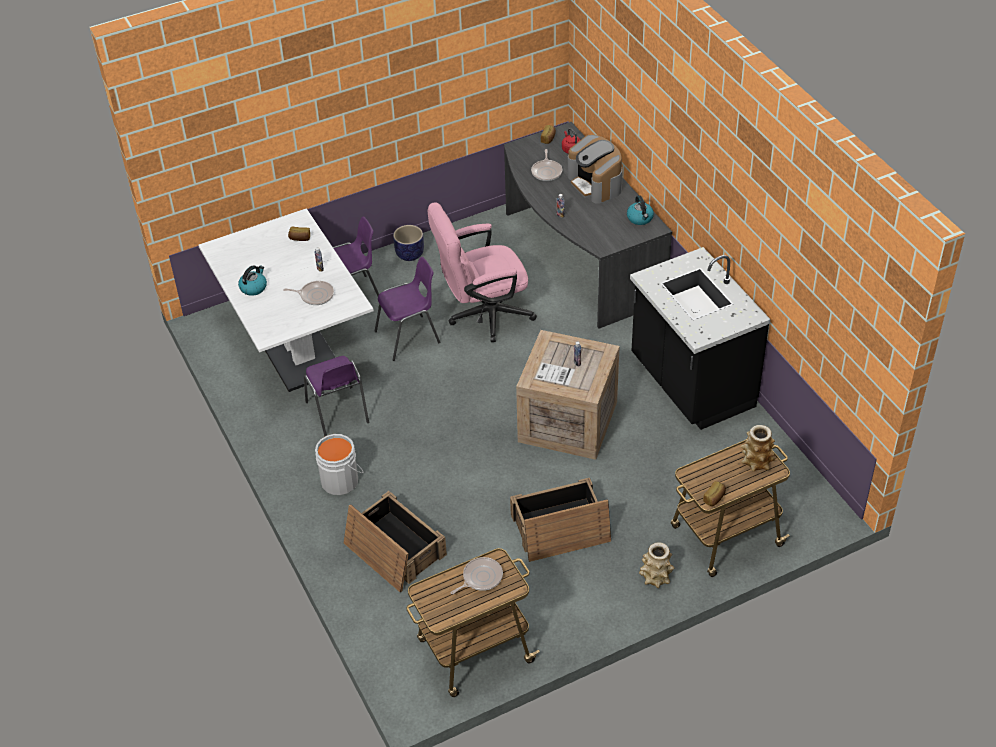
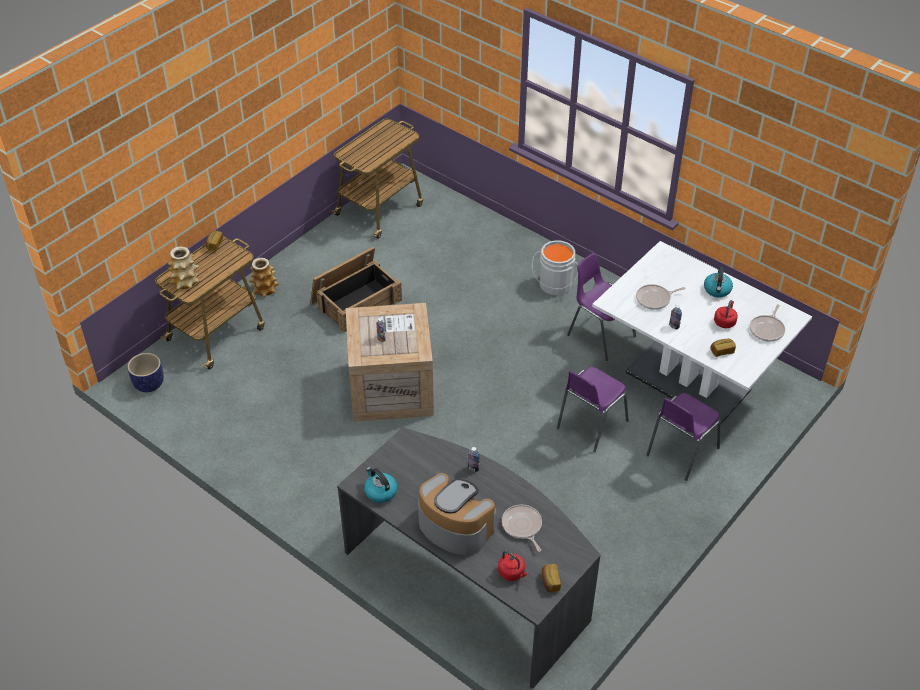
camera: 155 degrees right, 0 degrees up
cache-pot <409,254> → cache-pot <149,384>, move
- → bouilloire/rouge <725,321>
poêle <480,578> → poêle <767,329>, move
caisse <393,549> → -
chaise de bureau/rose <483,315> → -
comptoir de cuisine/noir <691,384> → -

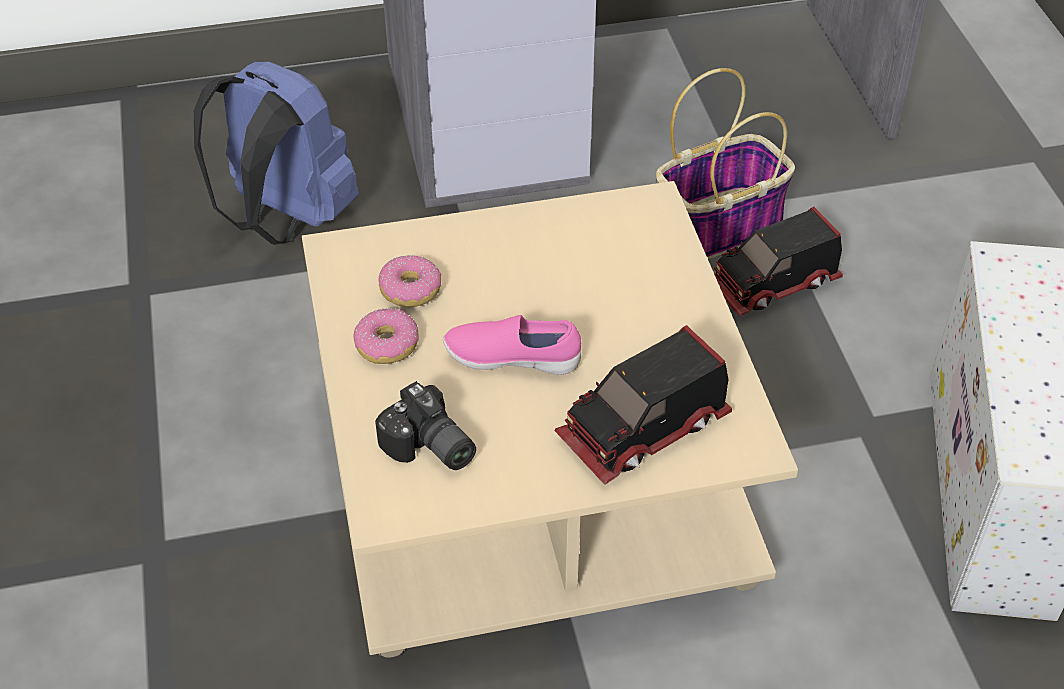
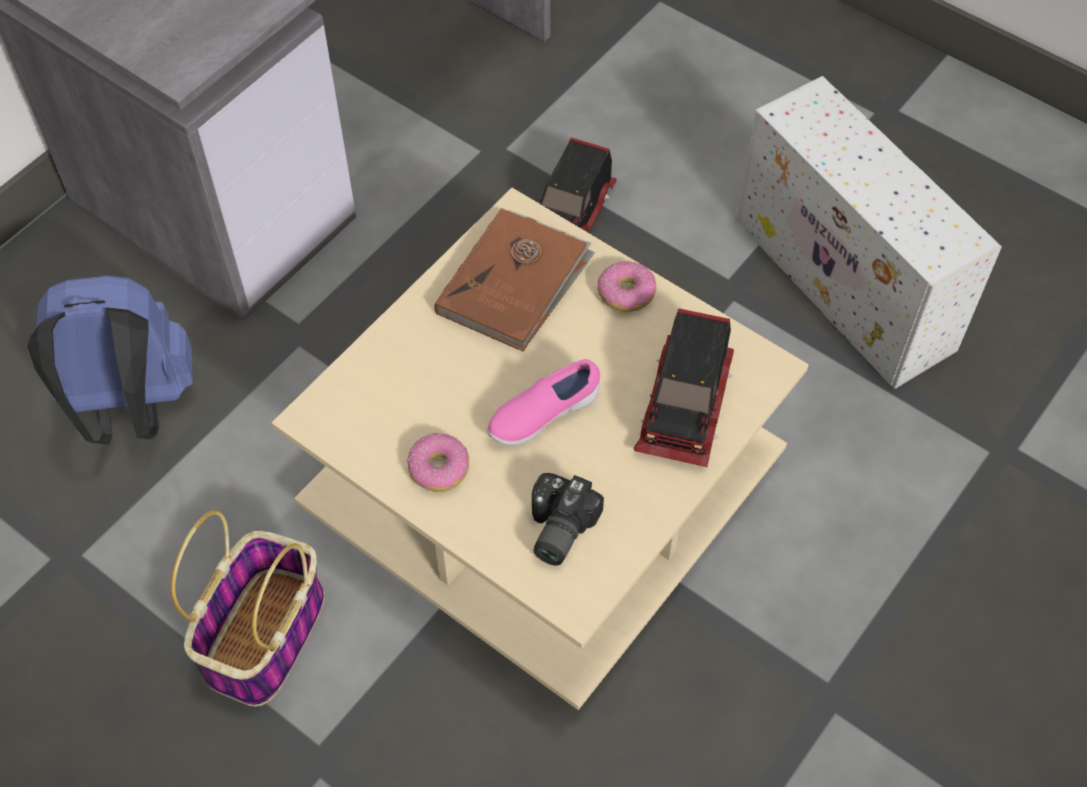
camera: 40 degrees left, 10 degrees up
panier <719,226> → panier <265,634>, move
- → livre/marron <515,283>
appareil photo <428,449> → appareil photo <556,529>, 105 degrees clockwise
beignet <411,289> → beignet <626,293>, move

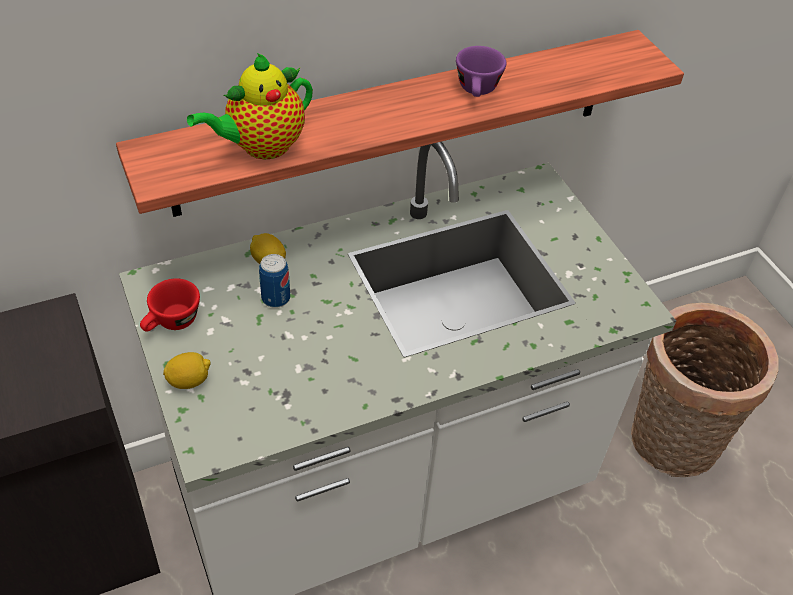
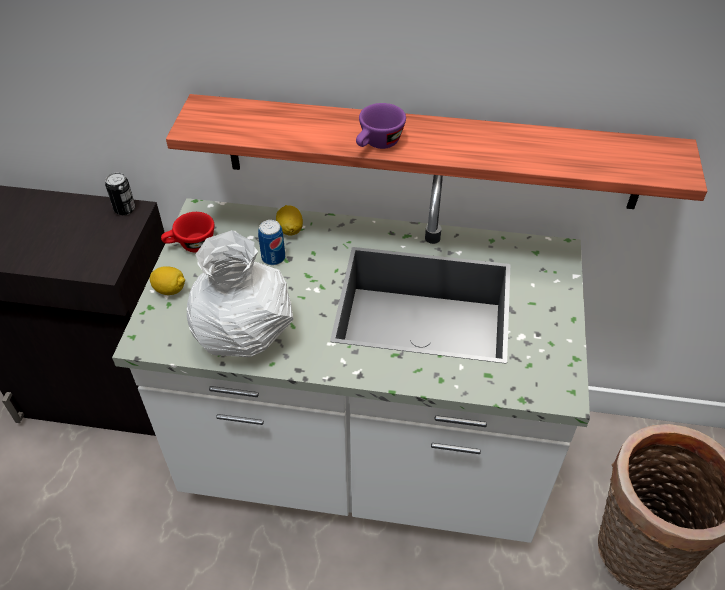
camera: 35 degrees right, 0 degrees up
- → boîte métallique <124,209>
- → vase/blanc <246,335>
tasse/violet <477,91> → tasse/violet <378,144>, move
théière <261,147> → -

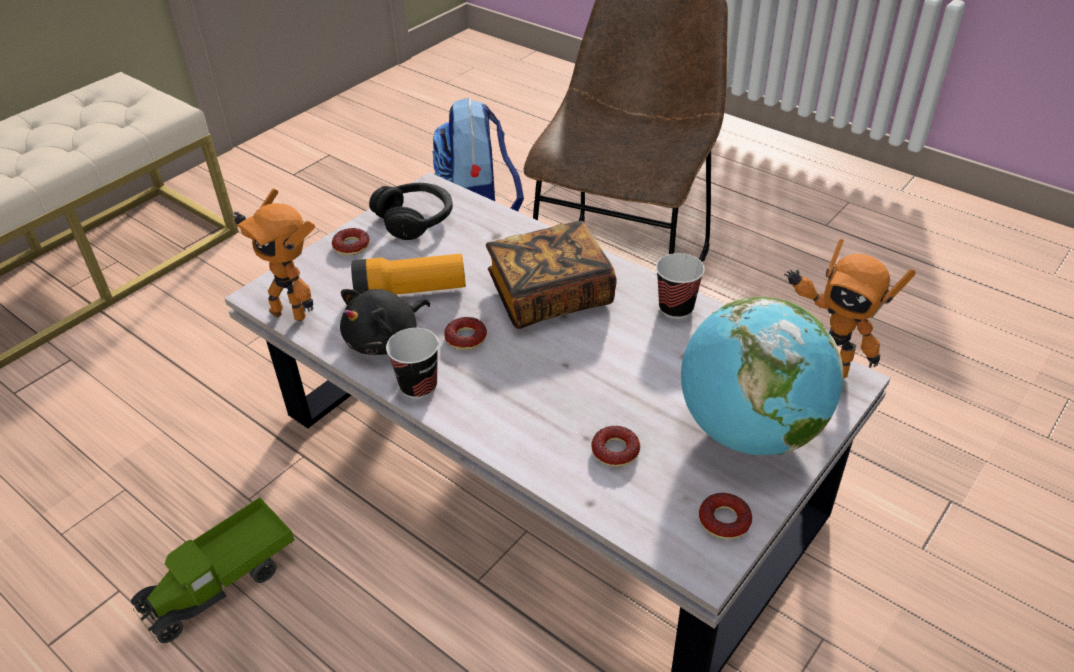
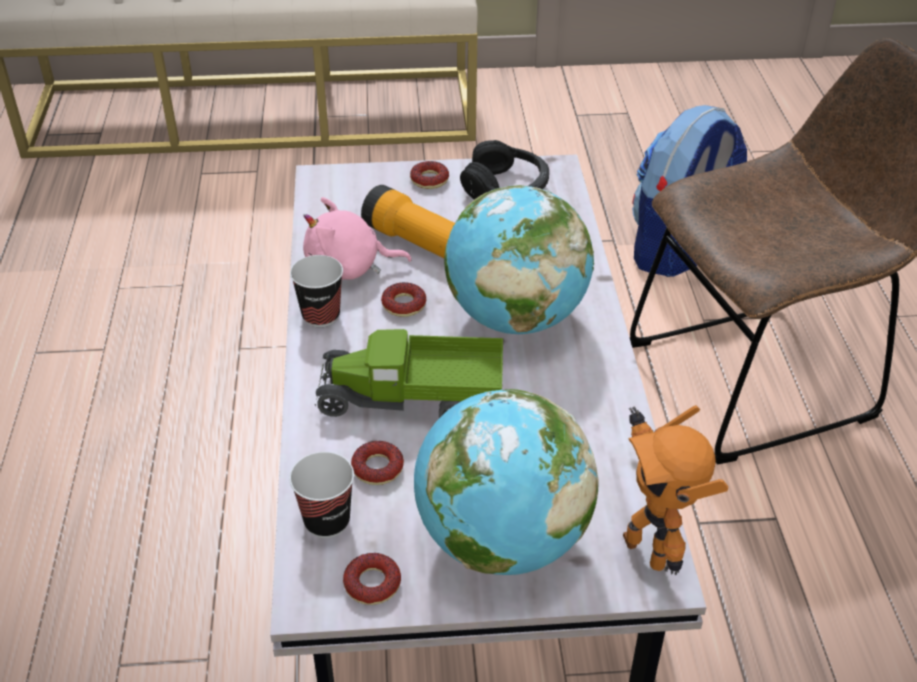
camera: 45 degrees right, 0 degrees up
tasse <676,308> → tasse <327,521>, move
peluche/noir <387,340> → peluche/rose <349,267>
camion jouet <221,583> → camion jouet <412,399>, move
livre <550,296> → globe <515,317>
robot jouet <291,312> → -

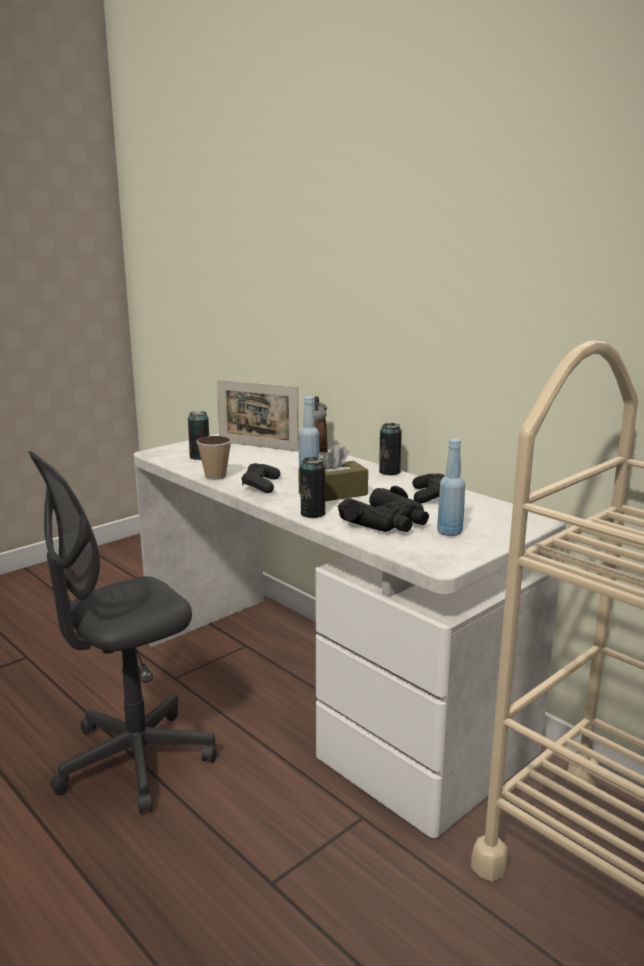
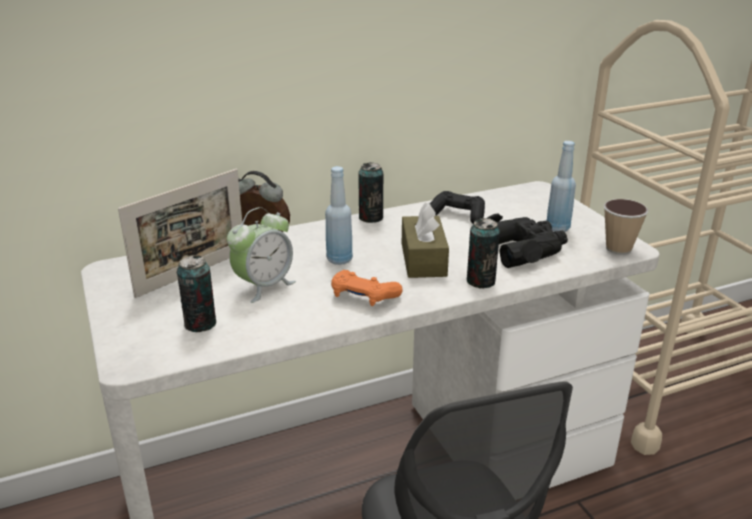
camera: 70 degrees left, 10 degrees up
- → réveil <264,286>
manette/noir <261,485> → manette/orange <363,296>
tasse <215,476> → tasse <618,249>, move

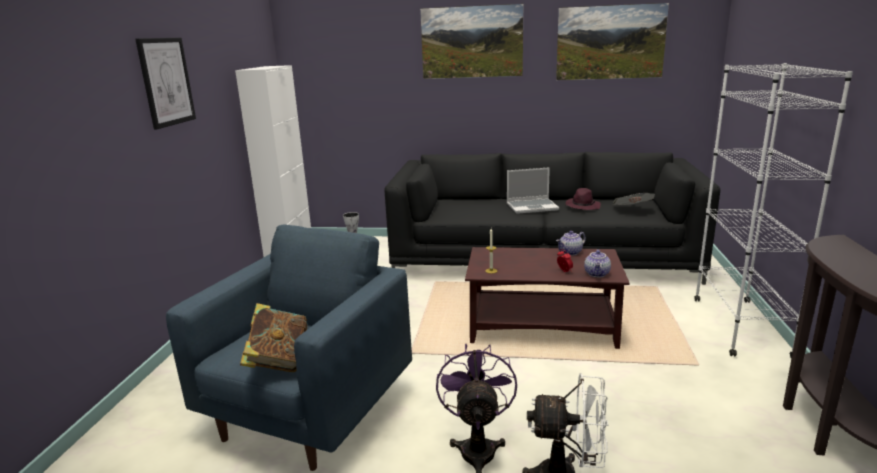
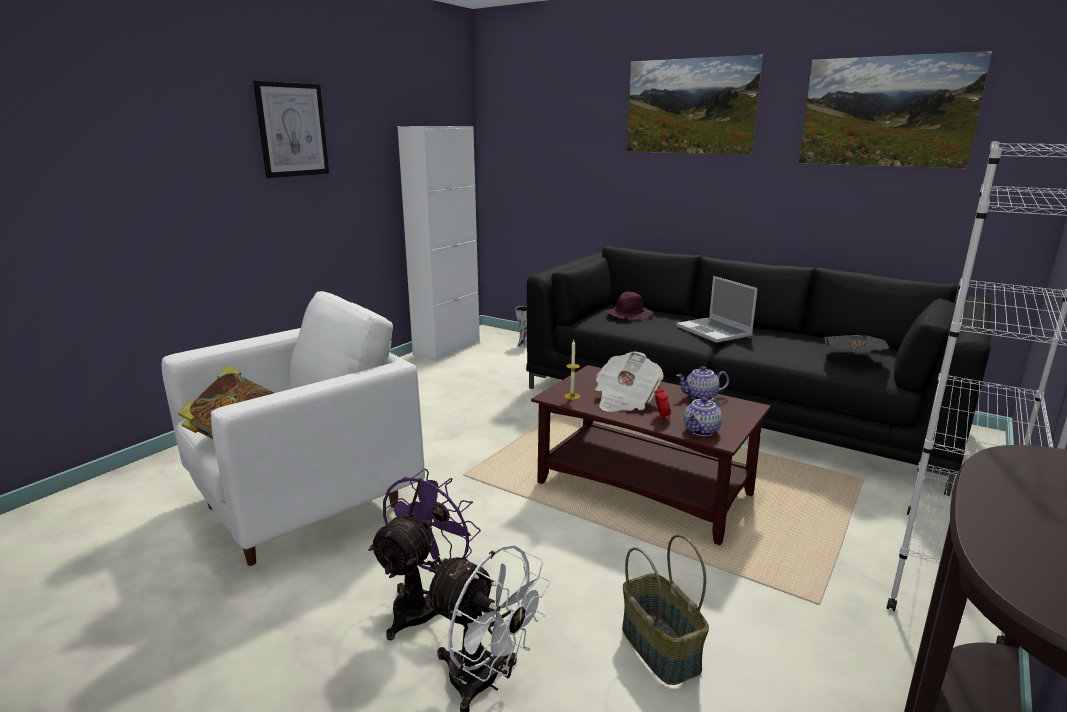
camera: 25 degrees right, 0 degrees up
fauteuil/bleu <308,413> → fauteuil/blanc <304,507>
- → journal <625,400>
chapeau/violet <582,206> → chapeau/violet <629,315>, move
- → panier <662,648>
ordinateur portable <532,207> → ordinateur portable <715,331>, 45 degrees clockwise

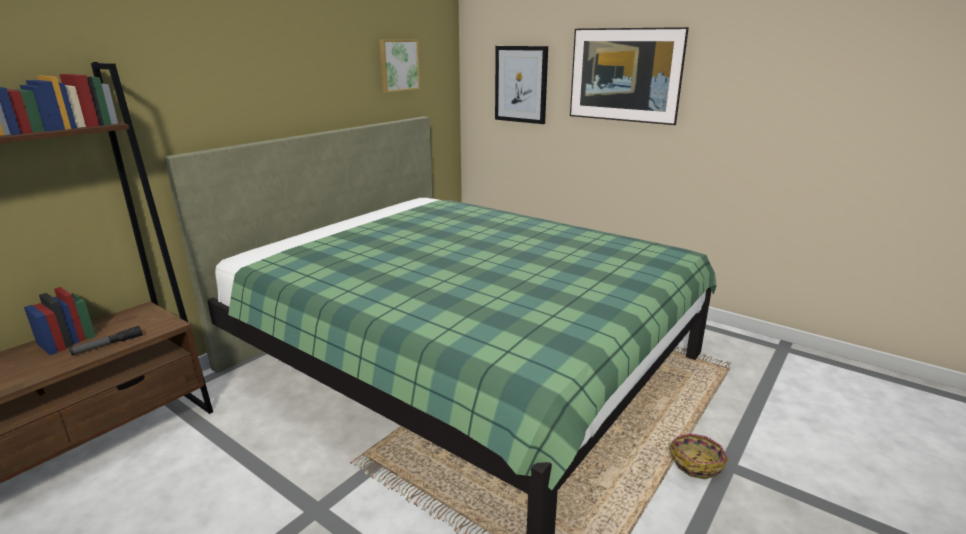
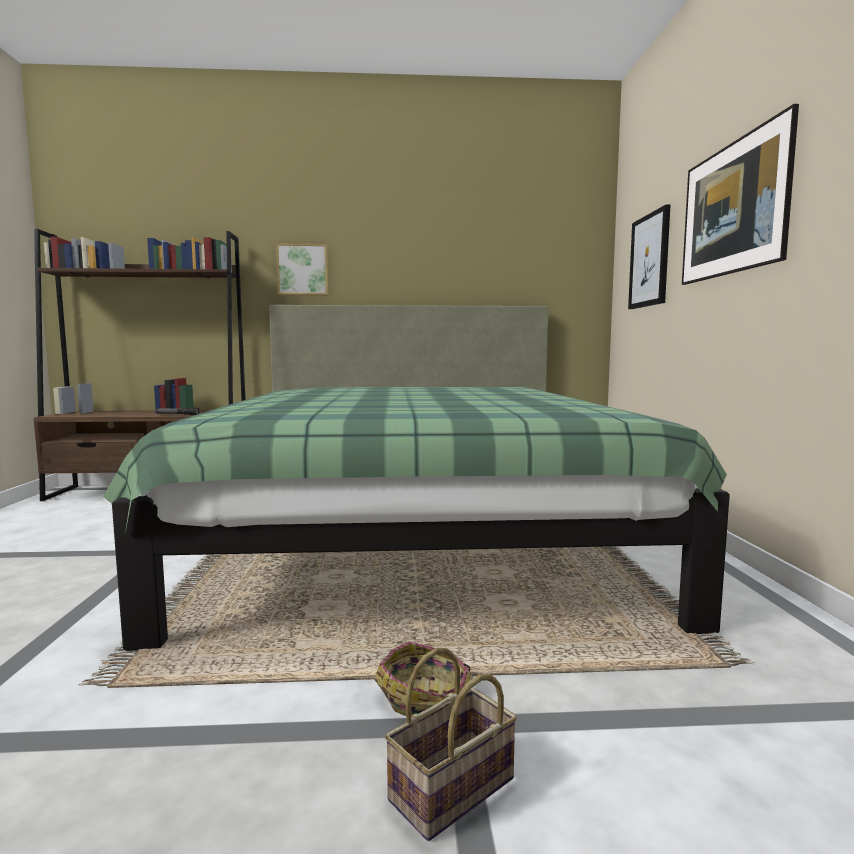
camera: 50 degrees right, 15 degrees down
tableau <398,65> → tableau <303,270>, move
- → panier <451,792>

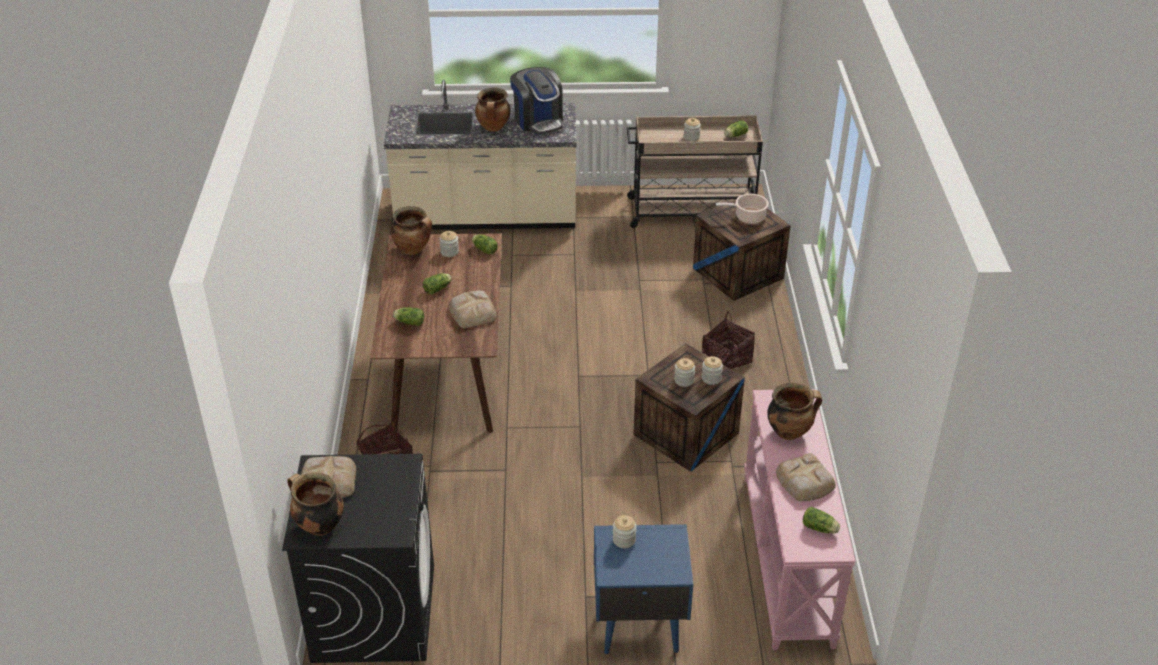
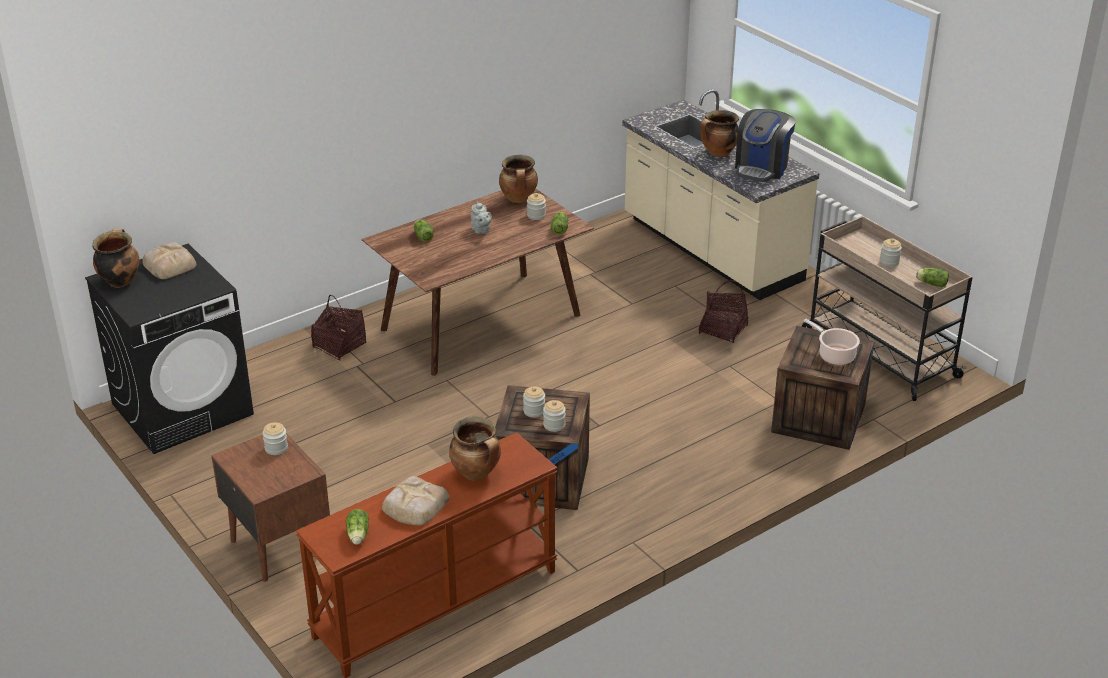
camera: 55 degrees right, 5 degrees down
table de chevet/bleu <638,624> → table de chevet/marron <278,546>
table console/rose <788,558> → table console/marron <436,605>
laitue <438,289> → théière/gris <481,230>
panier <726,358> → panier <723,330>, move
pain <473,312> → -

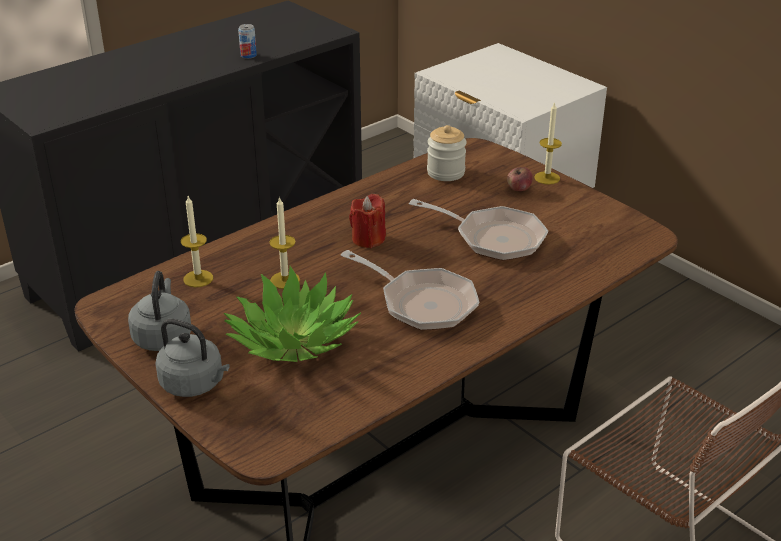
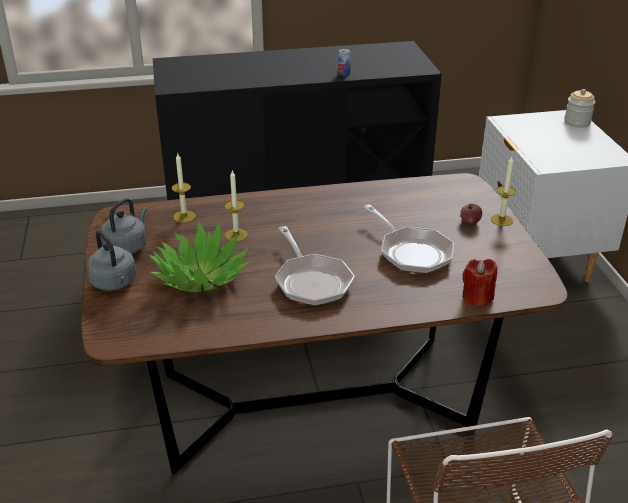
camera: 30 degrees right, 0 degrees up
bougie/rouge <368,239> → bougie/rouge <477,297>, move
bocal <445,172> → bocal <577,122>, move

